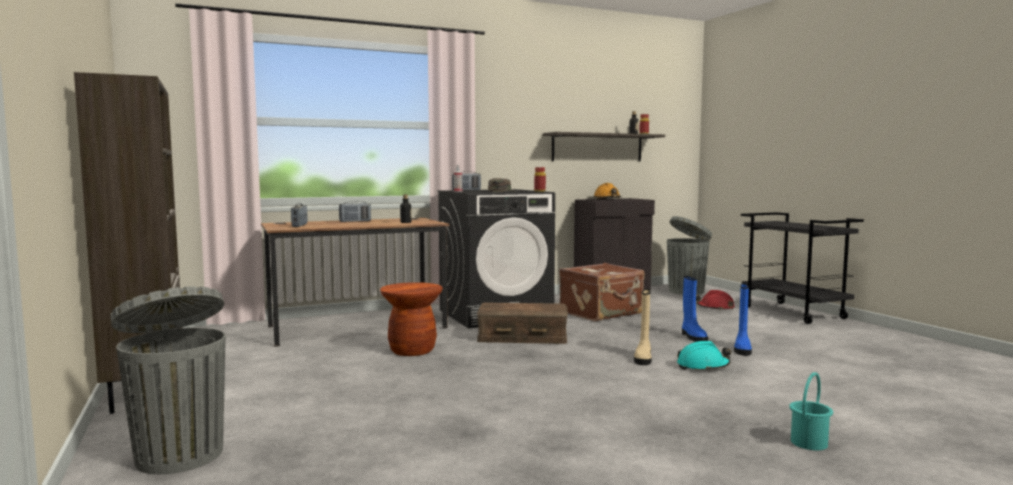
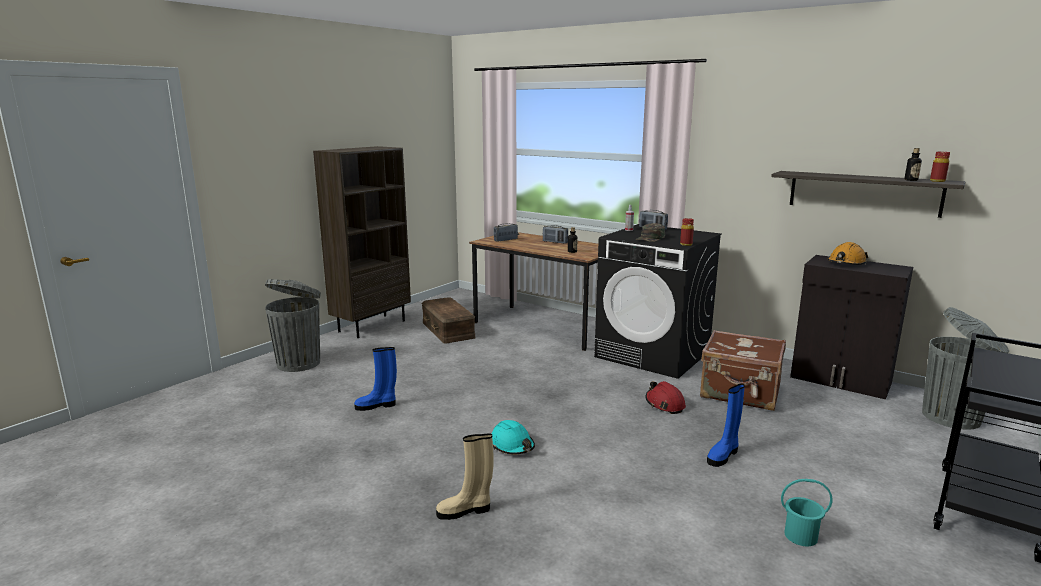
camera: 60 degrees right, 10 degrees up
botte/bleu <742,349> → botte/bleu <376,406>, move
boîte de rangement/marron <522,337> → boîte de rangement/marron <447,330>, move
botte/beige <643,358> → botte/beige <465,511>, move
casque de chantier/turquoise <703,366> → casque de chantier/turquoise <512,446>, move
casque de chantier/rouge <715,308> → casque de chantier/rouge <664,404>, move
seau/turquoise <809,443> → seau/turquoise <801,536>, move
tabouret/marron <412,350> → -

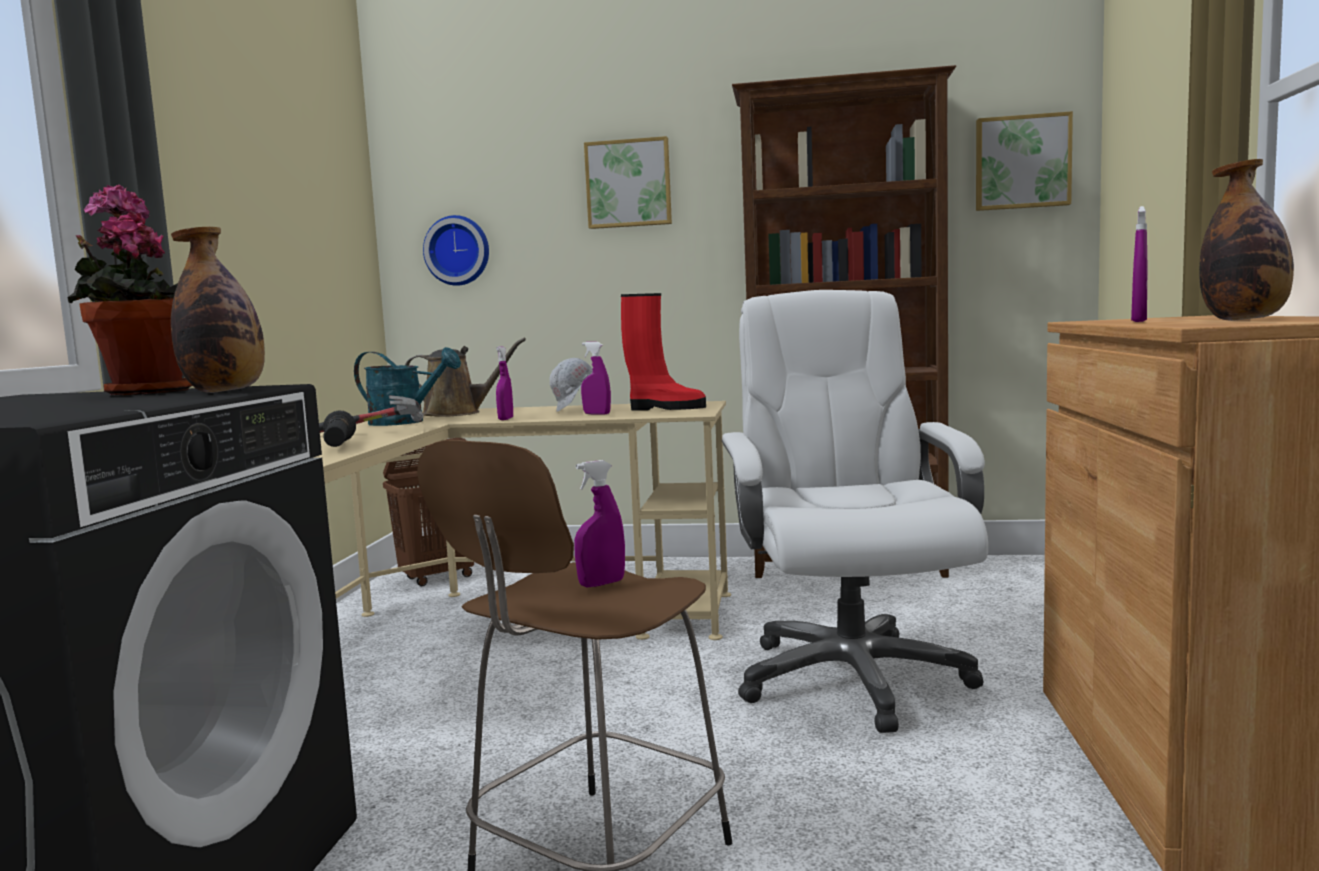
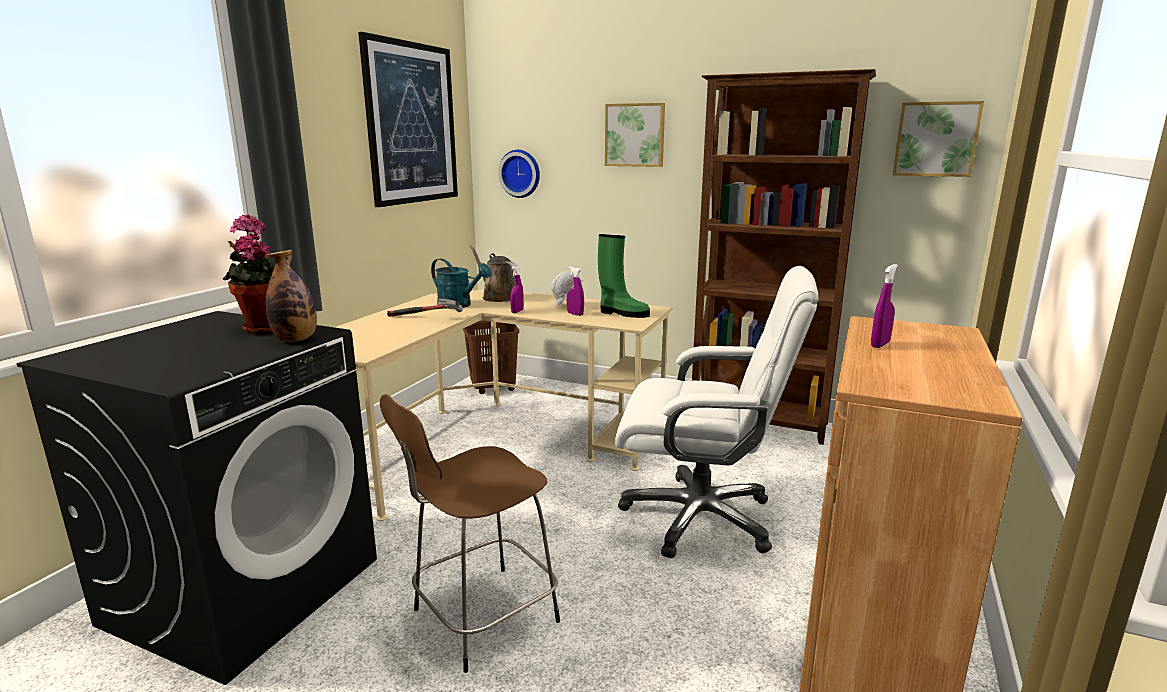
camera: 15 degrees right, 10 degrees up
- → tableau <412,124>
arrosoir/marron <457,413> → arrosoir/marron <497,297>, 150 degrees counterclockwise
botte/rouge <665,408> → botte/vert <622,313>
chaise de bureau/blanc <850,677> → chaise de bureau/blanc <701,517>, 90 degrees clockwise
lampe de poche/noir <339,446> → -
vaporisateur/violet <601,583> → -
bouteille <1244,320> → -

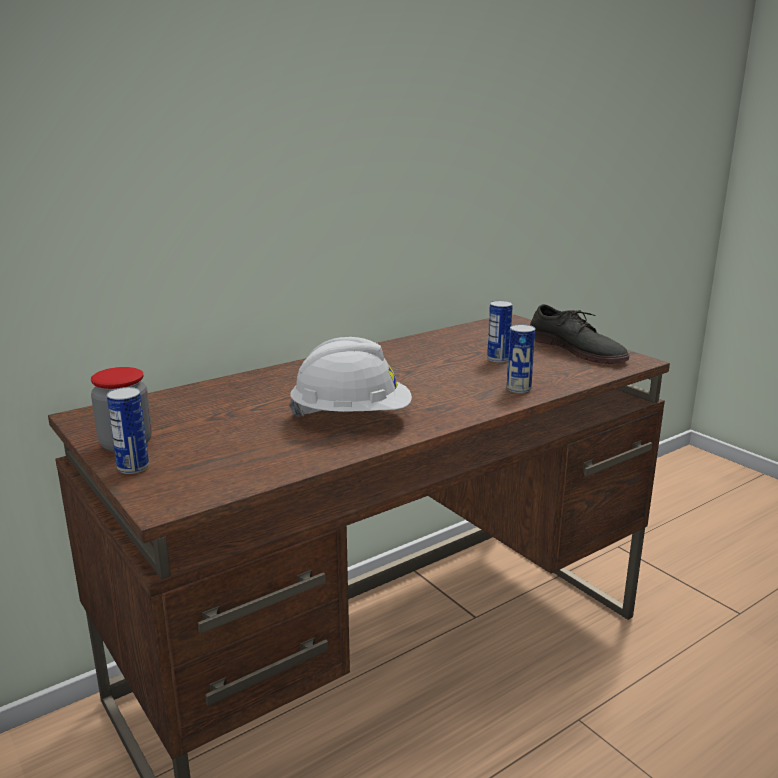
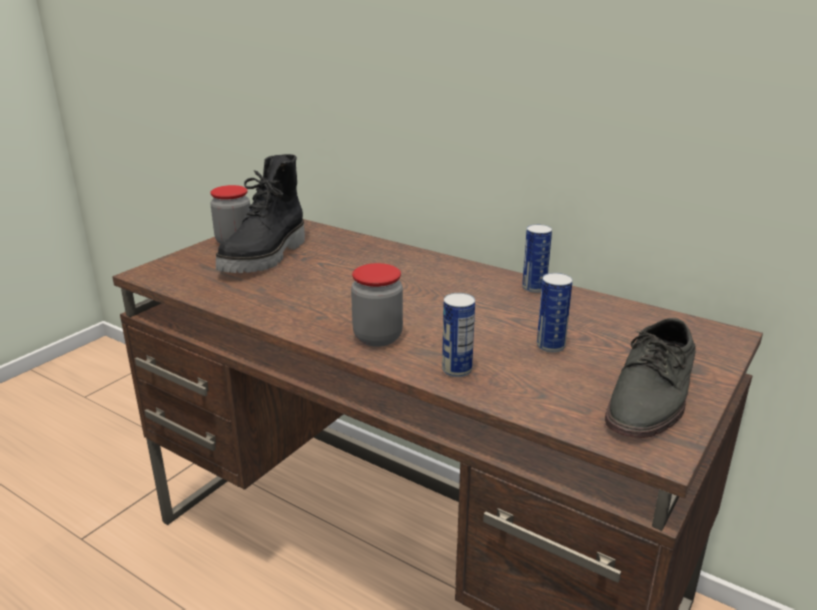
camera: 70 degrees right, 5 degrees up
- → botte/noir <266,257>
- → bocal <378,337>
boîte métallique <133,467> → boîte métallique <534,288>, move
casque de chantier/blanc <352,417> → -

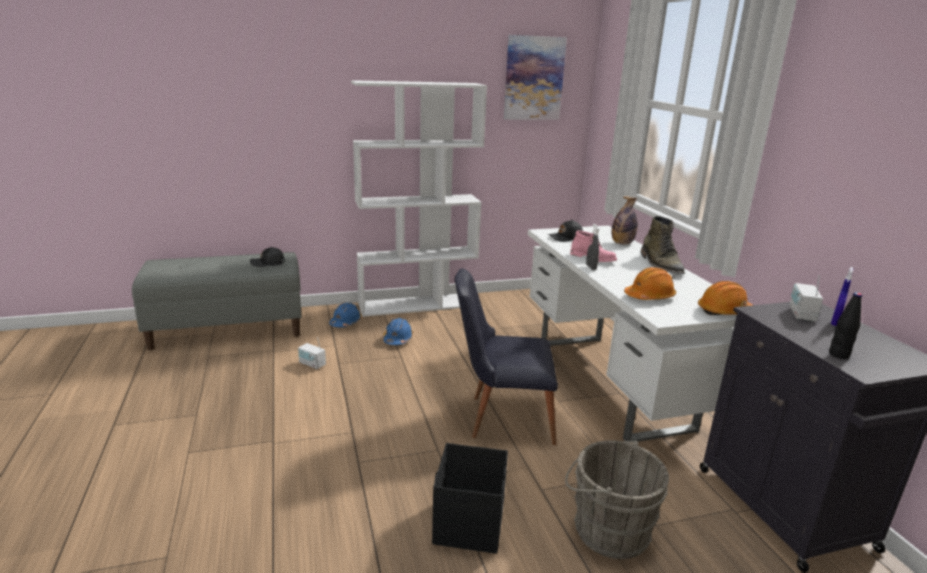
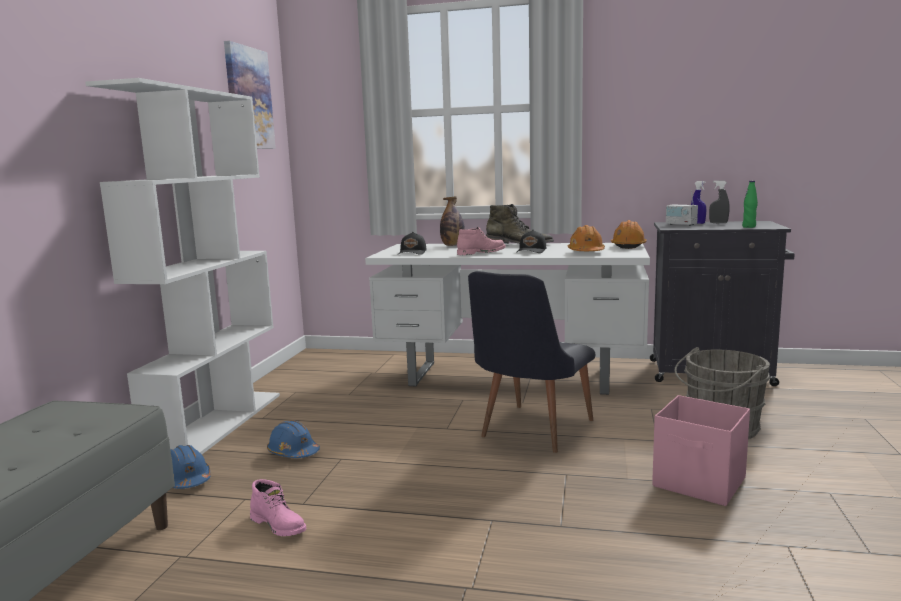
camera: 60 degrees left, 10 degrees down
radio <312,364> → botte/rose <279,525>
casquette/noir <268,263> → casquette/noir <532,251>, move
boîte de rangement/noir <468,525> → boîte de rangement/rose <700,483>
vaporisateur/gris <591,267> → vaporisateur/gris <718,223>, move
bouteille/noir <838,355> → bouteille/vert <749,227>

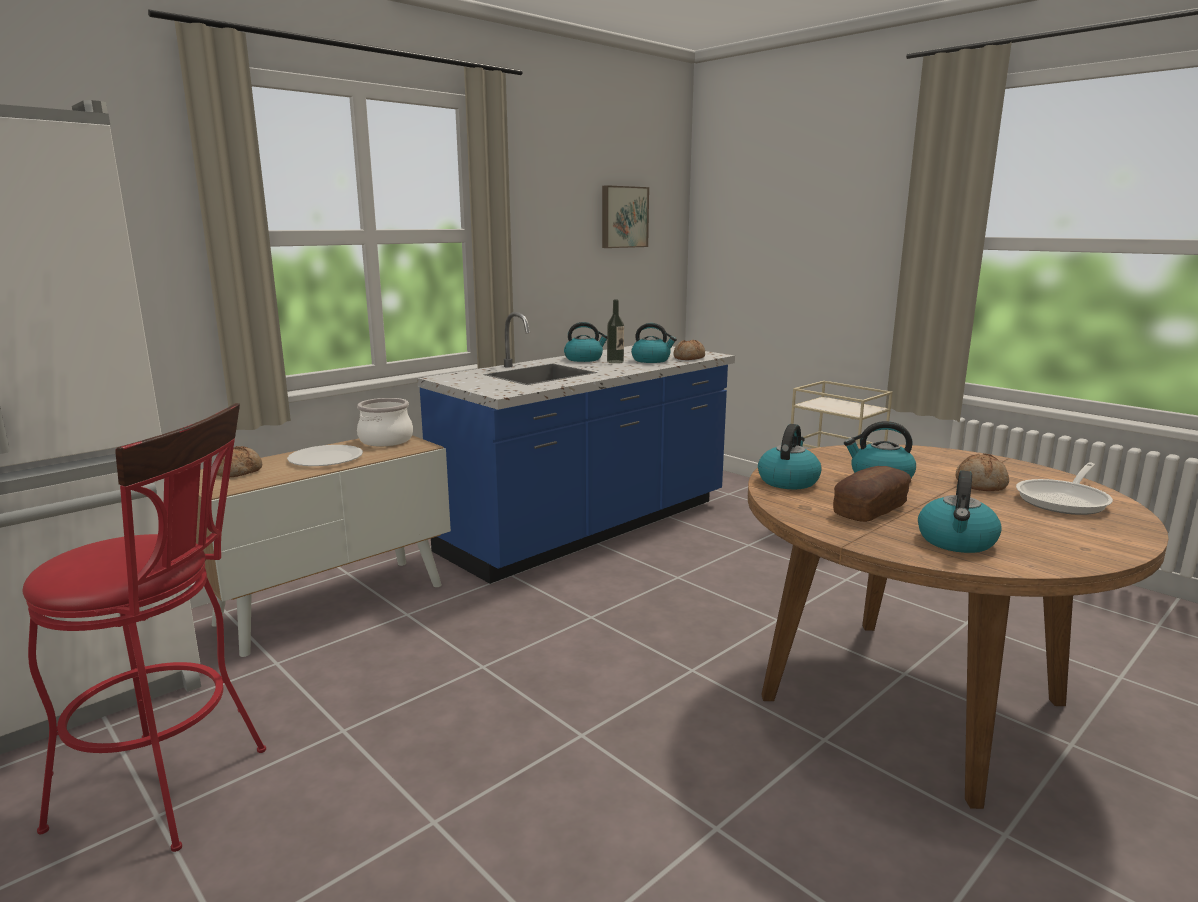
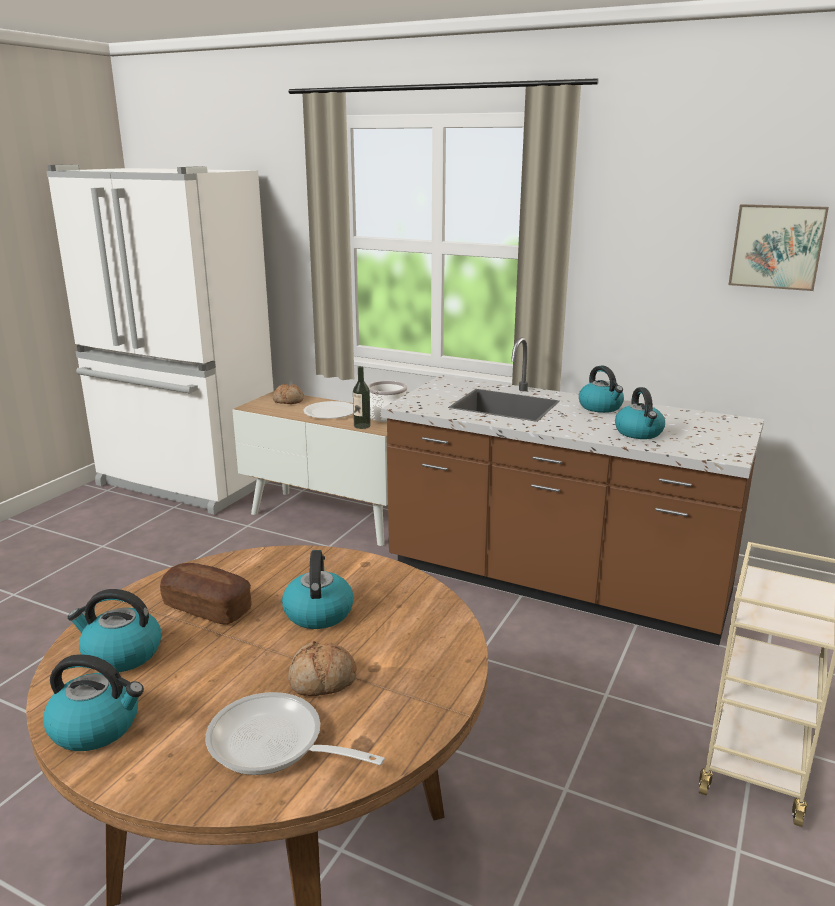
camera: 70 degrees right, 5 degrees up
bouilloire <788,481> → bouilloire <97,726>, move
bouteille <615,361> → bouteille <362,426>, move
comptoir de cuisine/bleu <589,527> → comptoir de cuisine/marron <556,582>
tabouret/rouge <176,789> → -
pain <689,358> → -

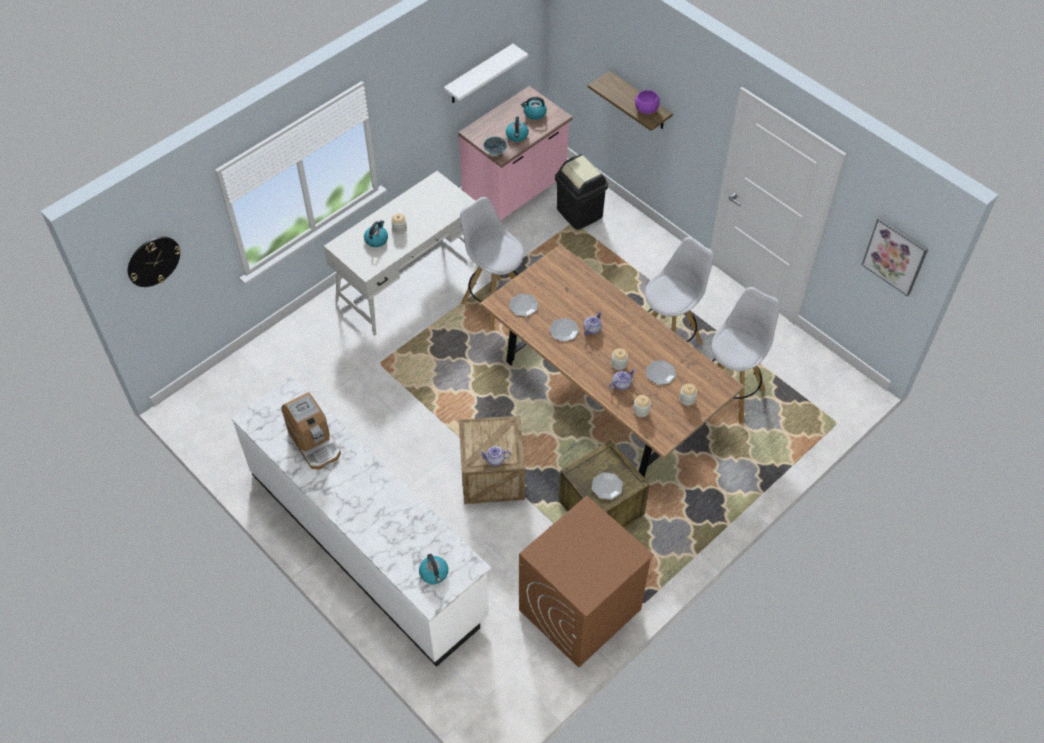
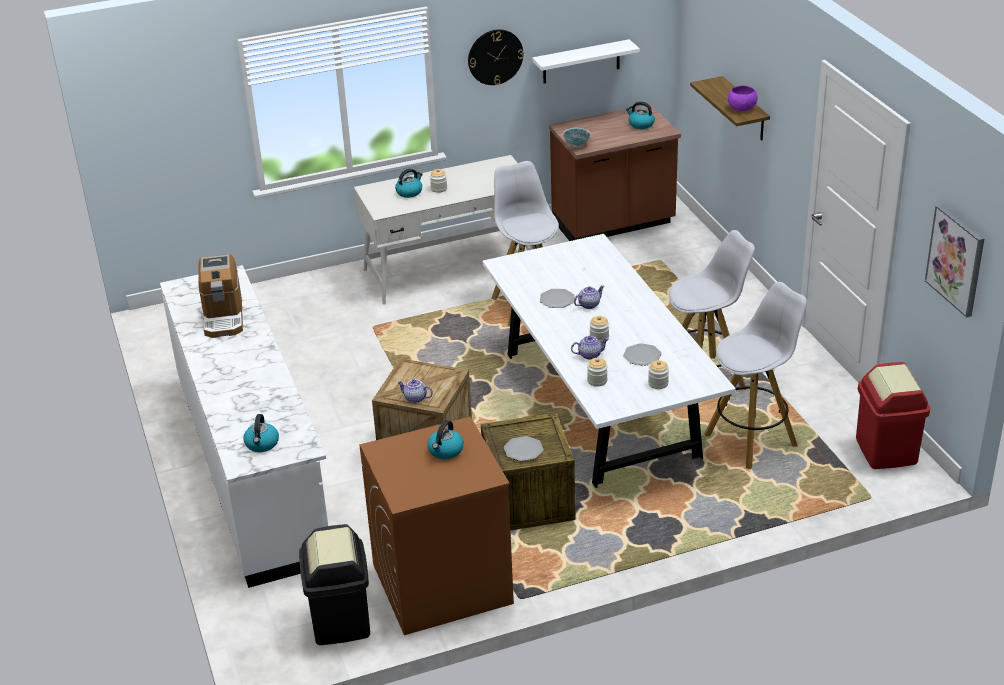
camera: 25 degrees right, 20 degrees down
poubelle/noir <580,213> → poubelle/noir <341,621>, move
bouilloire <517,136> → bouilloire <445,451>, move
horloge murale <153,261> → horloge murale <495,57>, move
table à manger/marron <604,393> → table à manger/blanc <600,405>
comptoir de cuisine/rose <516,191> → comptoir de cuisine/marron <613,224>
- → poubelle/rouge <887,451>
assiette <523,306> → -

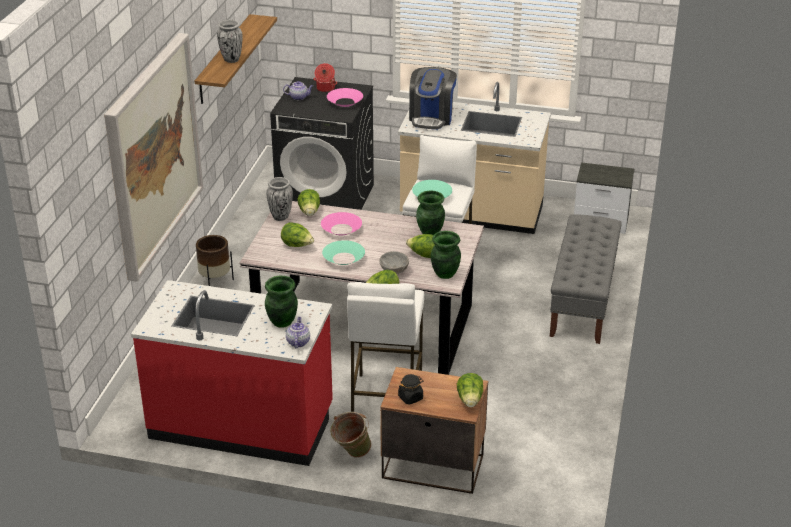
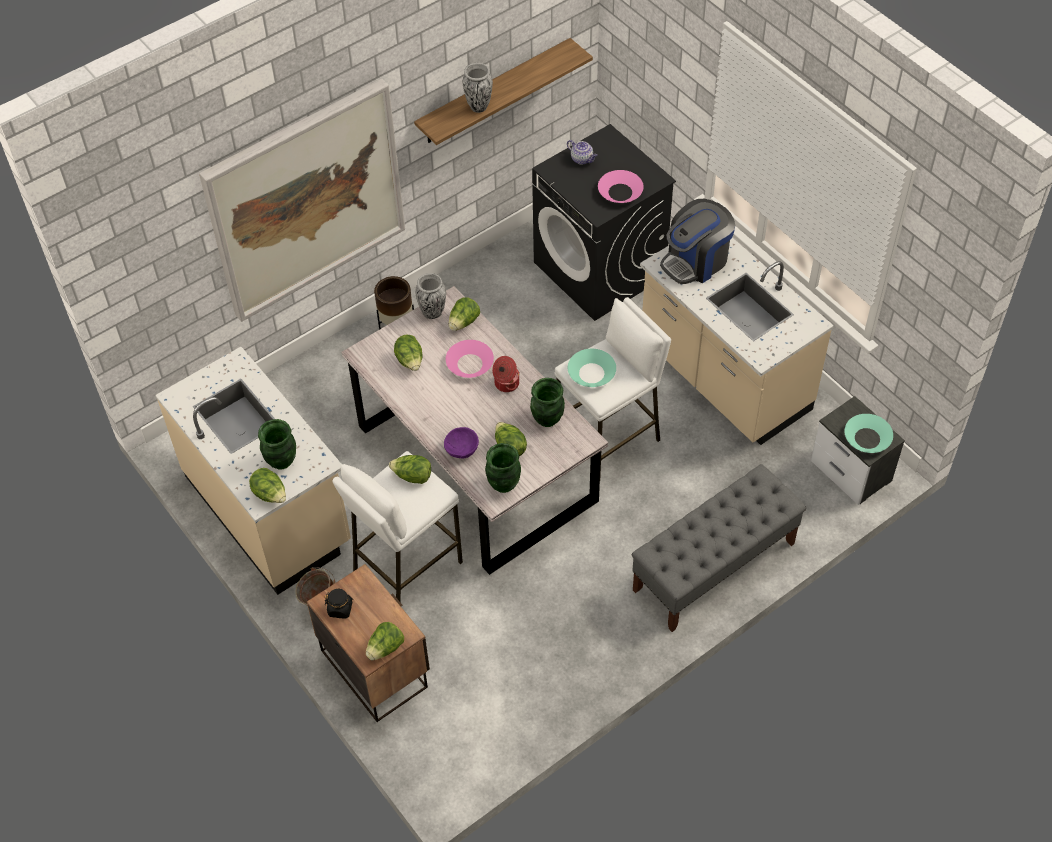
camera: 40 degrees right, 20 degrees up
comptoir de cuisine/rouge <242,423> → comptoir de cuisine/beige <269,509>
théière <298,342> → laitue <270,494>
bol/gris <394,271> → bol/violet <462,451>
marmite <325,88> → marmite <506,383>, move
bol/turquoise <343,258> → bol/turquoise <867,438>, move

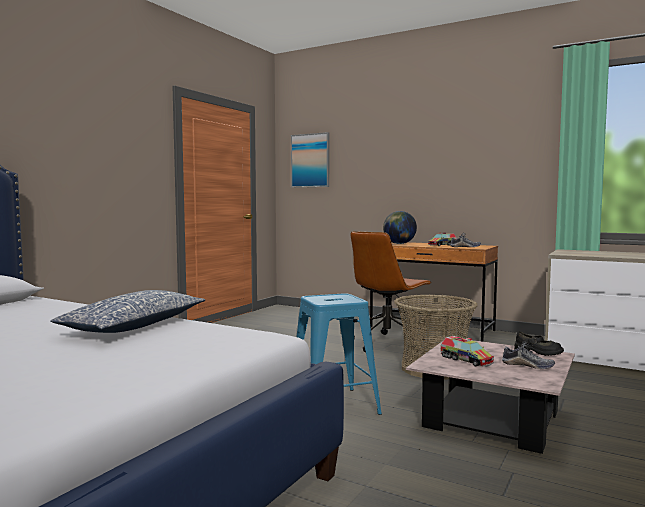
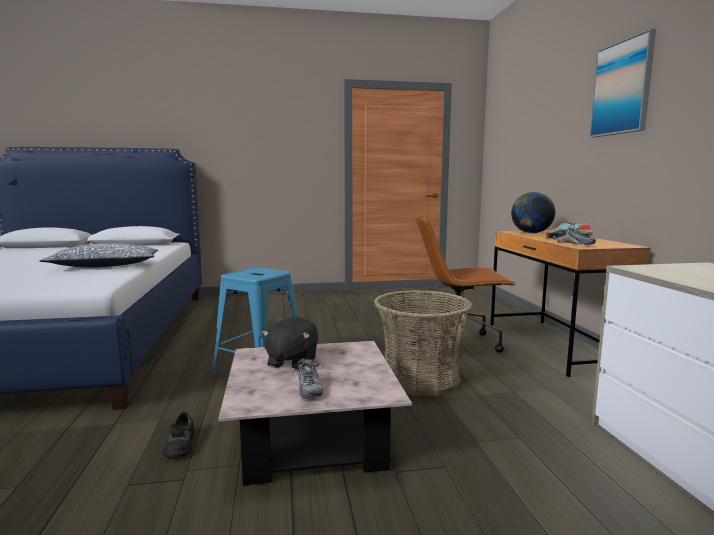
camera: 50 degrees right, 5 degrees up
chaussure/noir <538,352> → chaussure/noir <180,445>, move
camion jouet <466,360> → peluche/noir <291,362>
tableau <310,160> → tableau <622,88>, move

